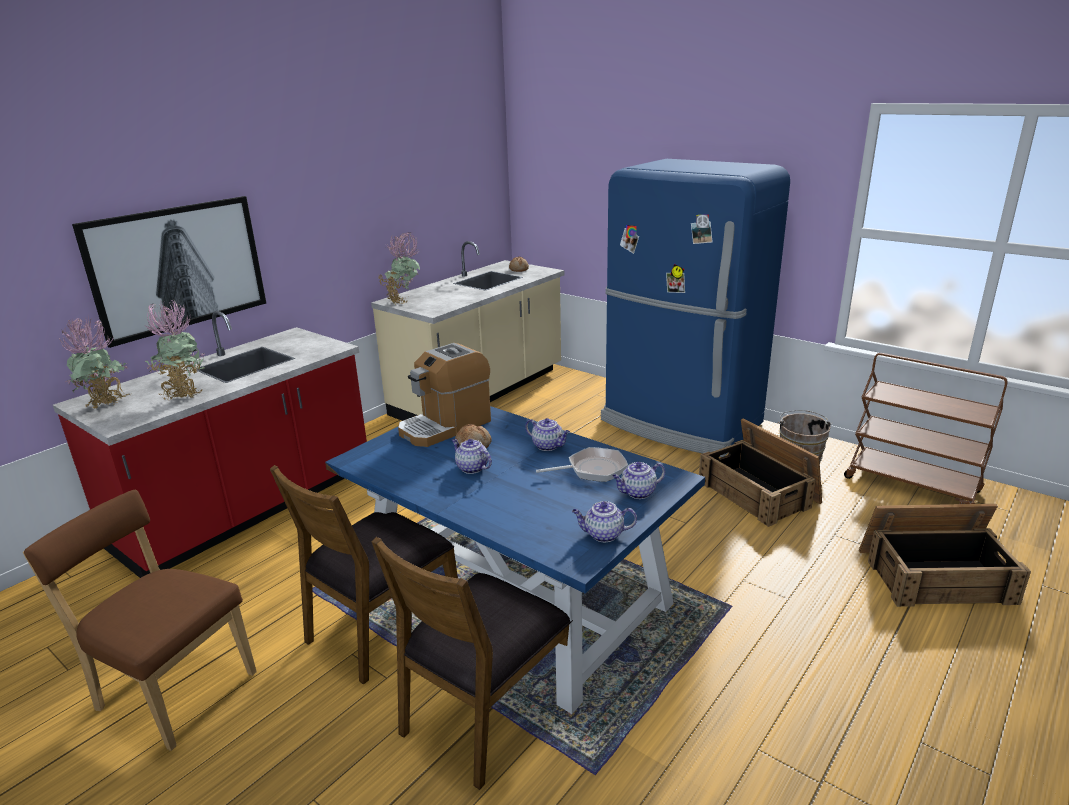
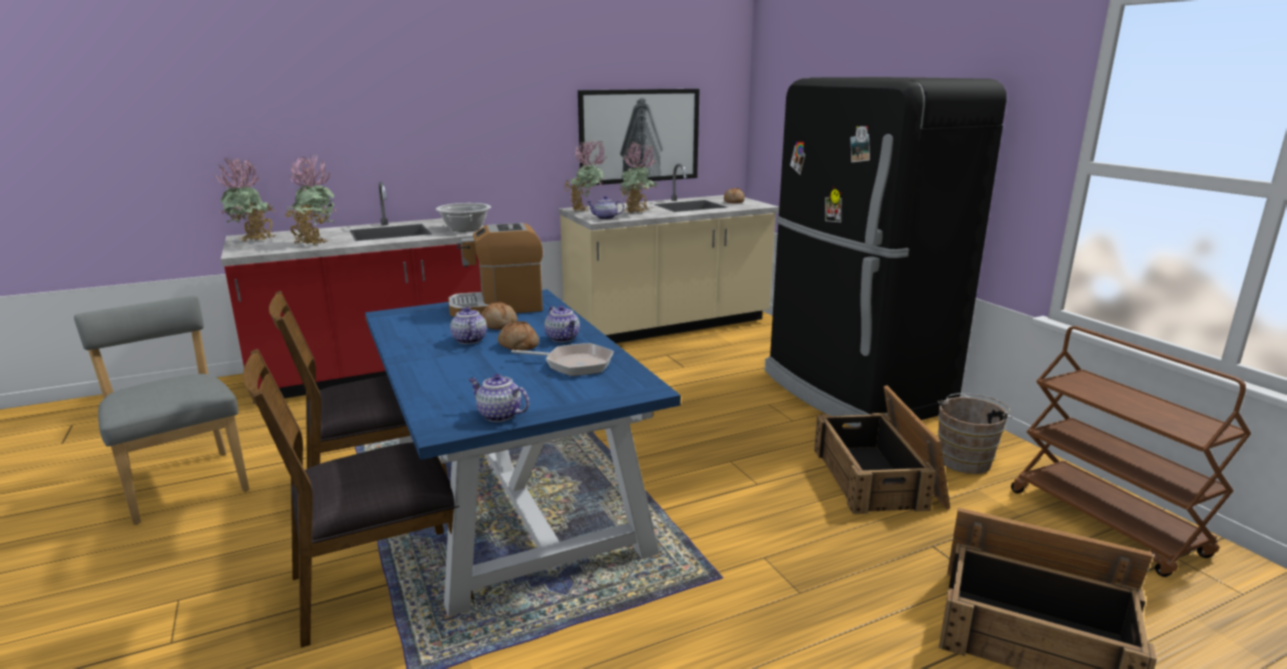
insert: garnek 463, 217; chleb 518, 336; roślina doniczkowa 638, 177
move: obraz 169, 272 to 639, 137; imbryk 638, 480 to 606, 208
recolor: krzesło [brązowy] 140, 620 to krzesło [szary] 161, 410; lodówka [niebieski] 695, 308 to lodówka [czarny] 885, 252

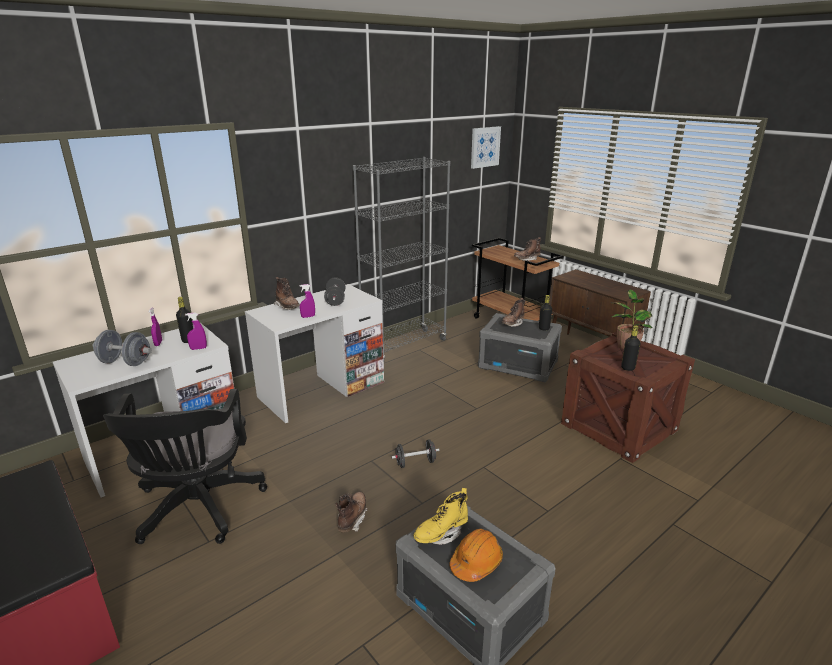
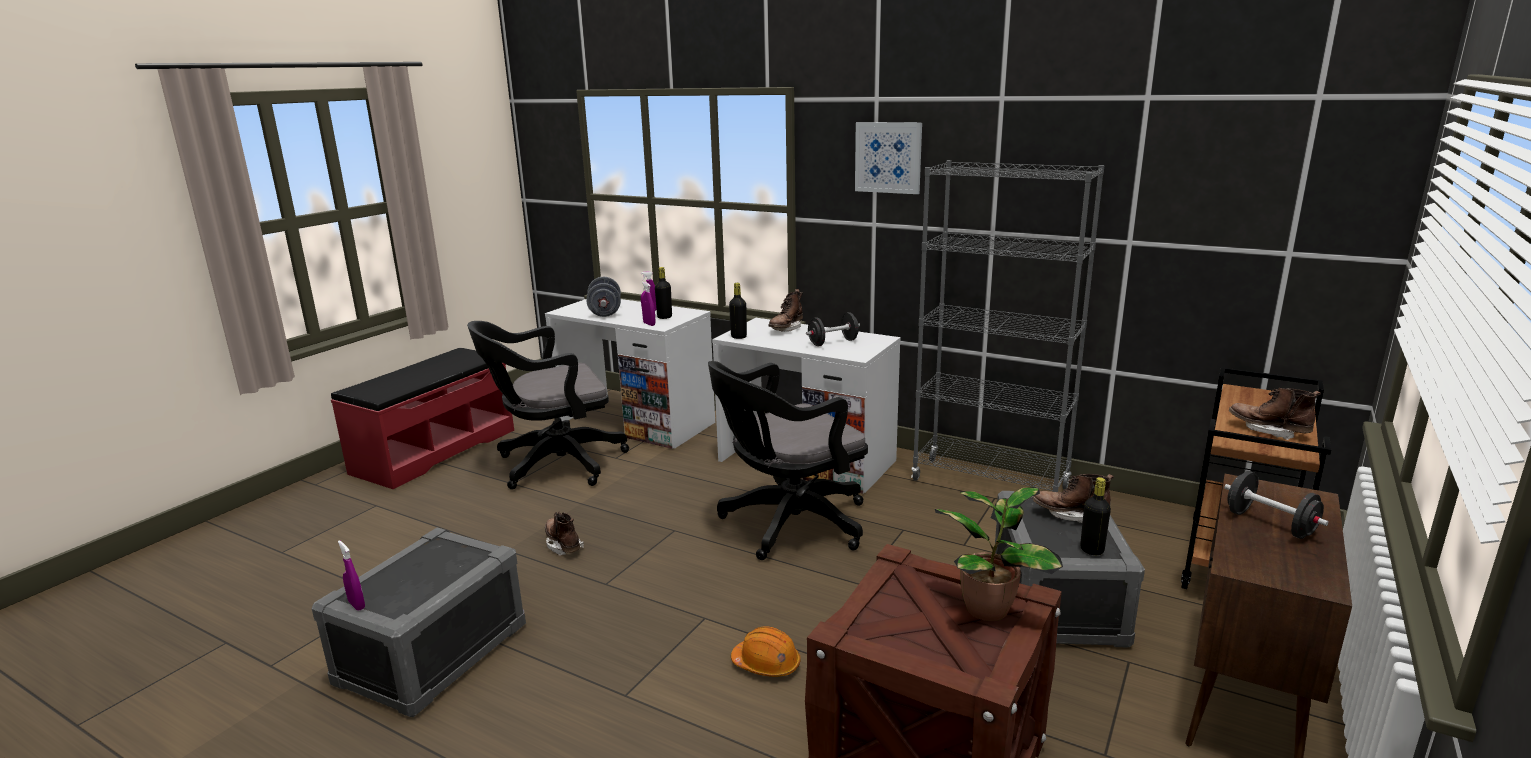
delete: but z cholewką [żółty] 440, 516
insert: krzesło biurowe [czarny] 788, 460
move: spryskiwacz [fioletowy] 307, 301 to 351, 575; hantel [czarny] 415, 453 to 1276, 505; kask [pomarańczowy] 476, 555 to 766, 651; obraz 486, 147 to 888, 158; butelka [czarny] 630, 348 to 738, 311
rotate: but z cholewką [brązowy] 351, 512 = 564, 534 120 degrees counterclockwise

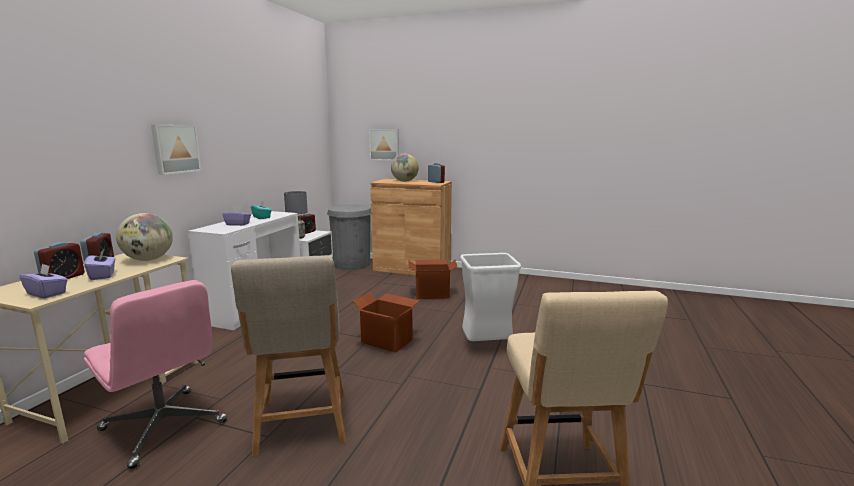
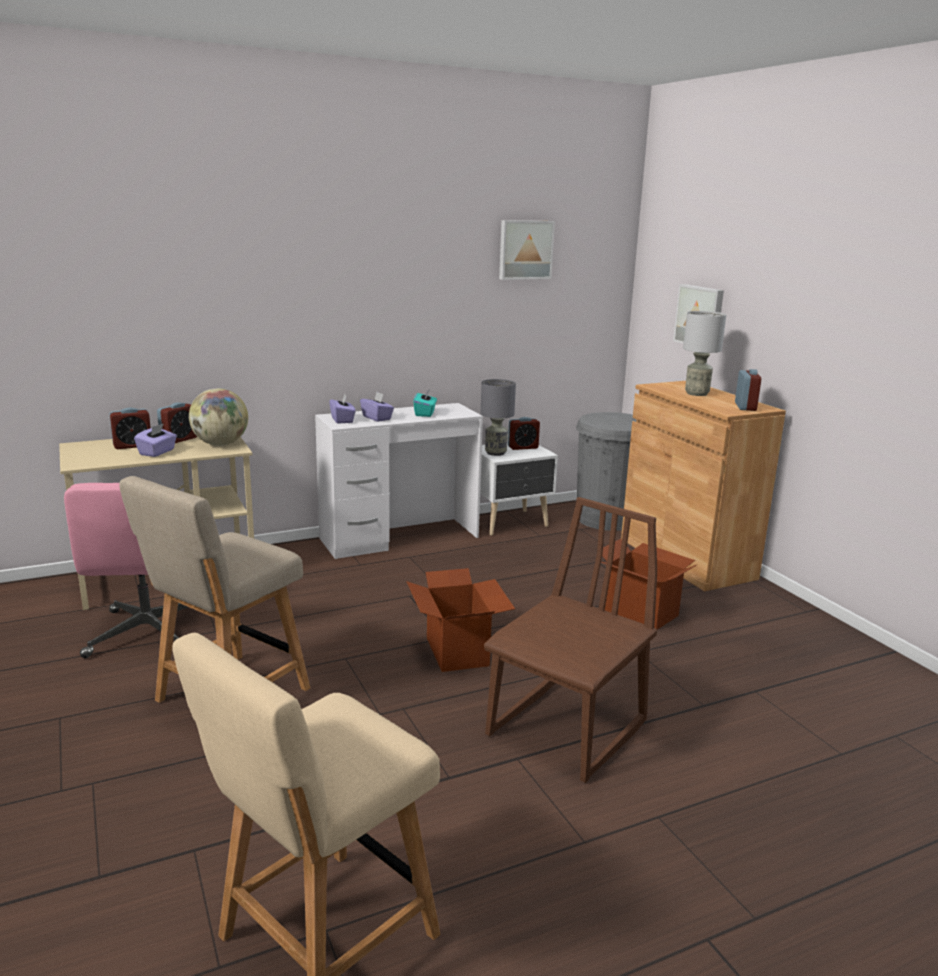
move: pudełko chusteczek [fioletowy] 43, 281 to 342, 409; obraz 176, 150 to 527, 250
replace: globus 405, 168 to lampa stołowa [szary] 704, 353; kosz na śmieci [biały] 490, 297 to krzesło [brązowy] 570, 640

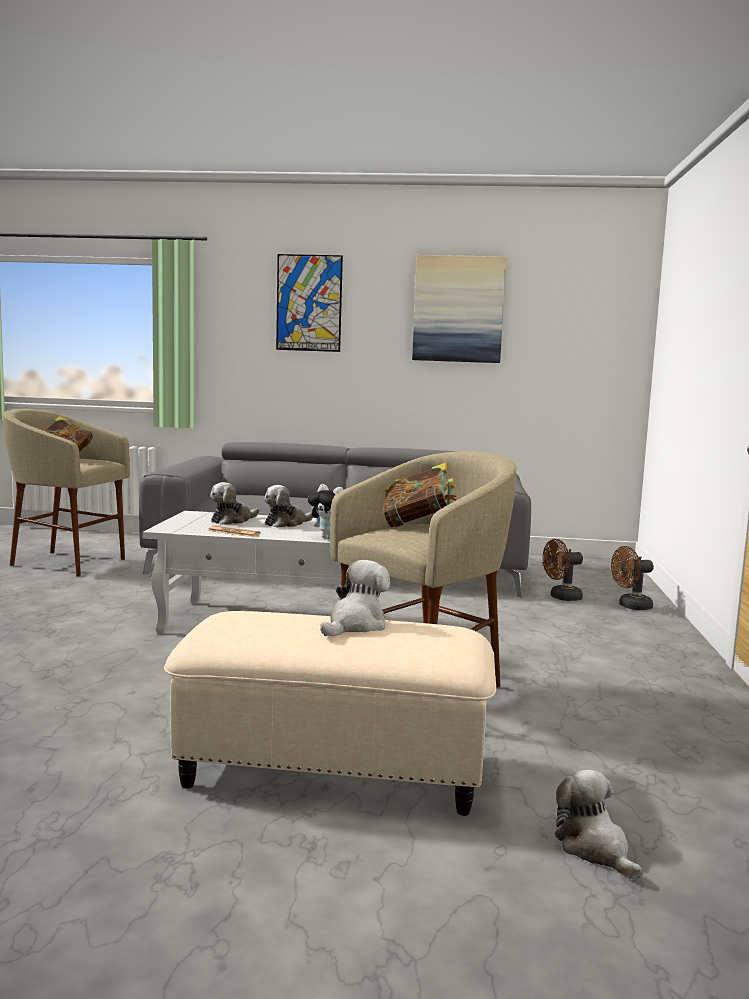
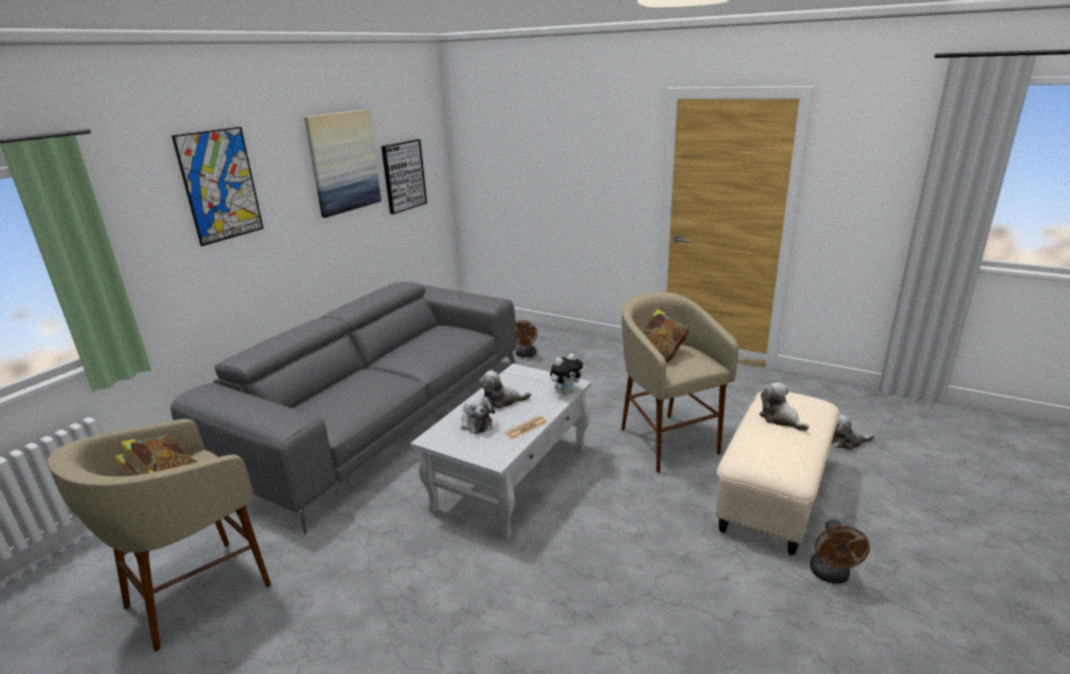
insert: obraz 404, 176
move: wentylator [brązowy] 632, 578 to 840, 551
rotate: pluszak 289, 506 = 505, 389 105 degrees clockwise

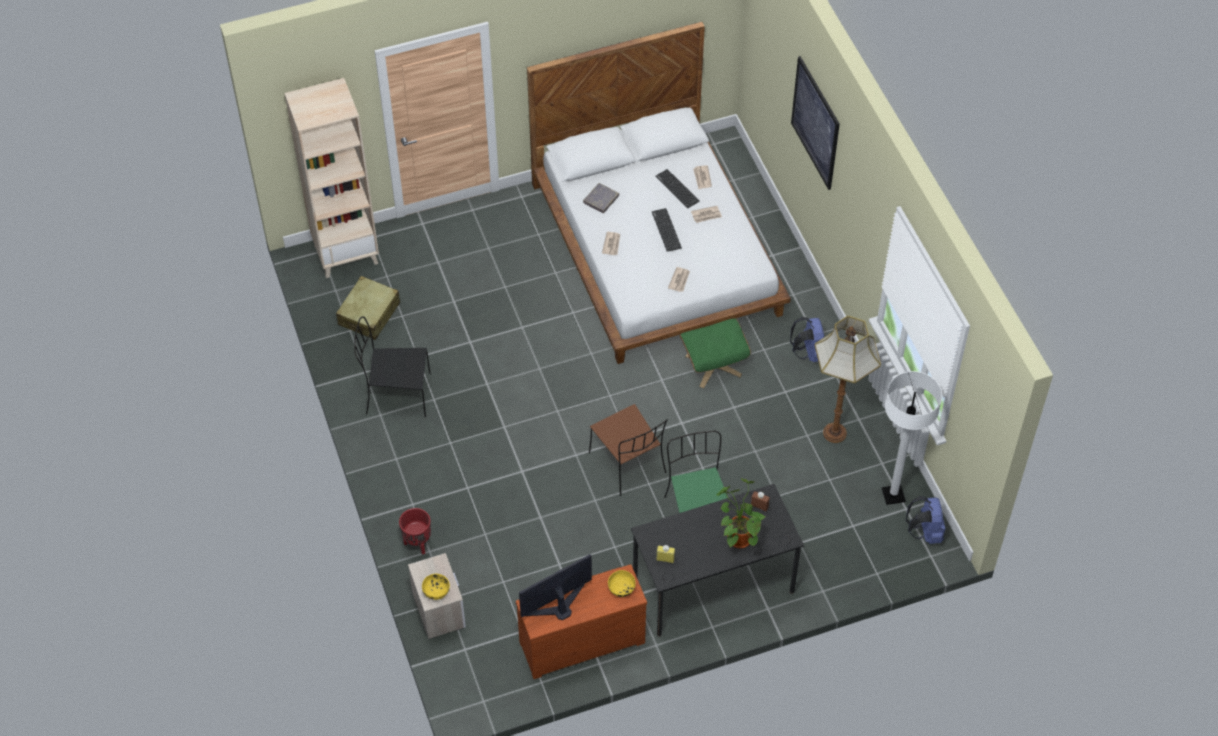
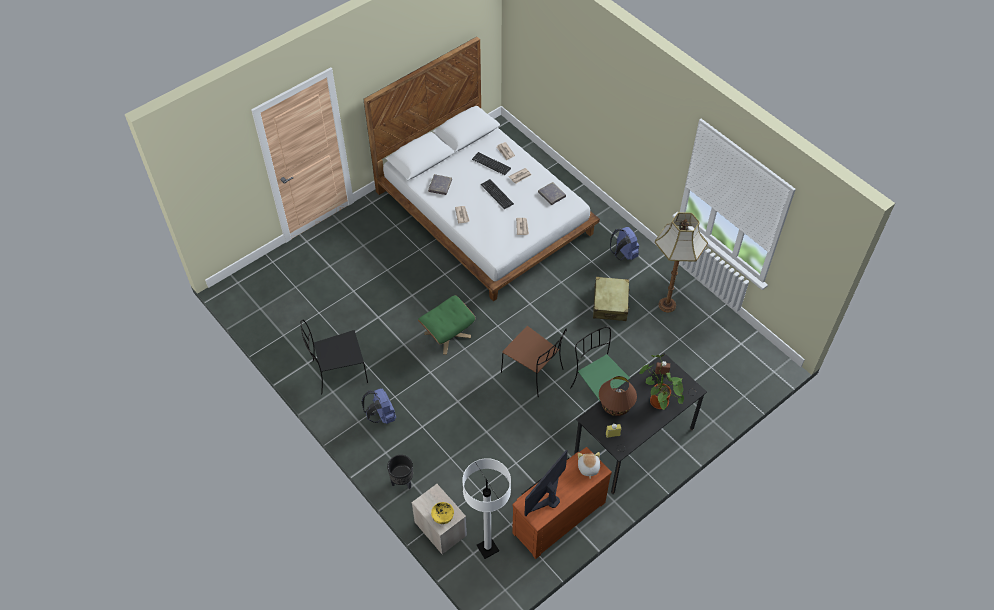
delete: regał [beżowy] 331, 178; obraz 815, 123
insert: książka [szary] 552, 193; lampa stołowa [brązowy] 618, 396
move: walizka [beżowy] 368, 308 to 611, 299; pufa [zielony] 715, 353 to 446, 325; lampa stojąca [biały] 912, 438 to 486, 508; plecak [niebieski] 925, 520 to 379, 406
replace: miska [żółty] 622, 583 to pluszak 589, 465
recolor: donica [czerwony] 415, 531 to donica [czarny] 400, 472

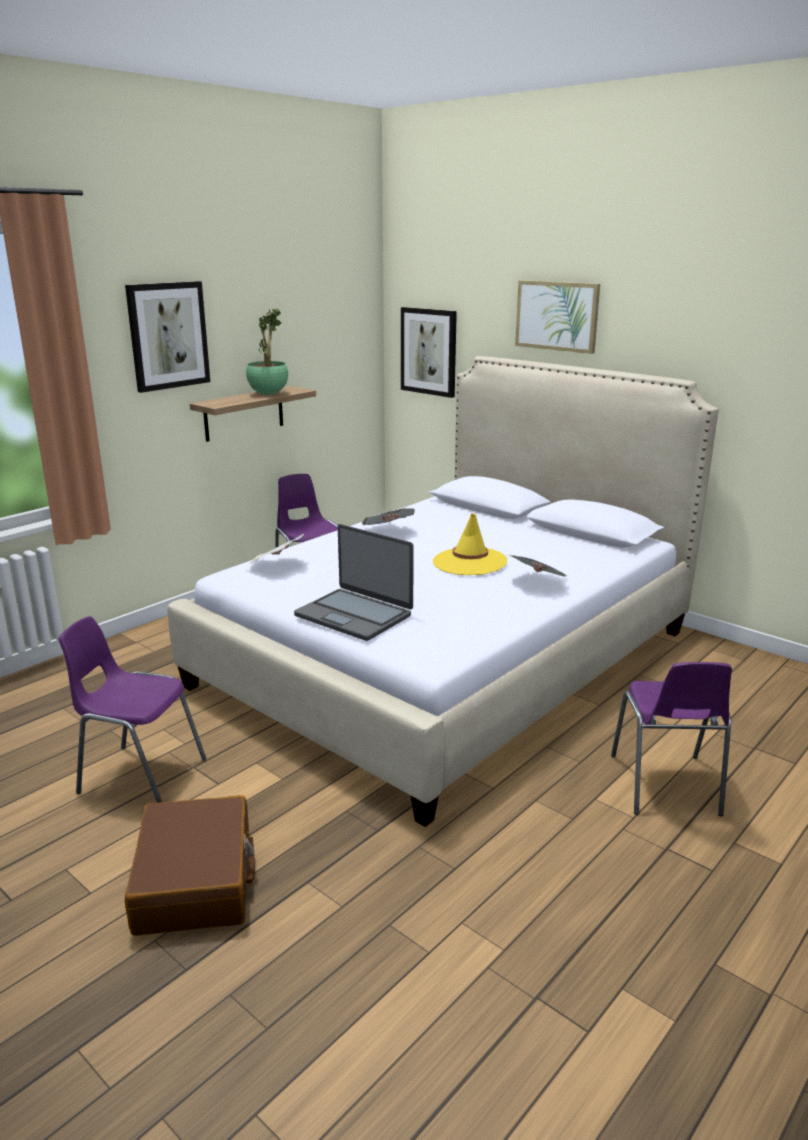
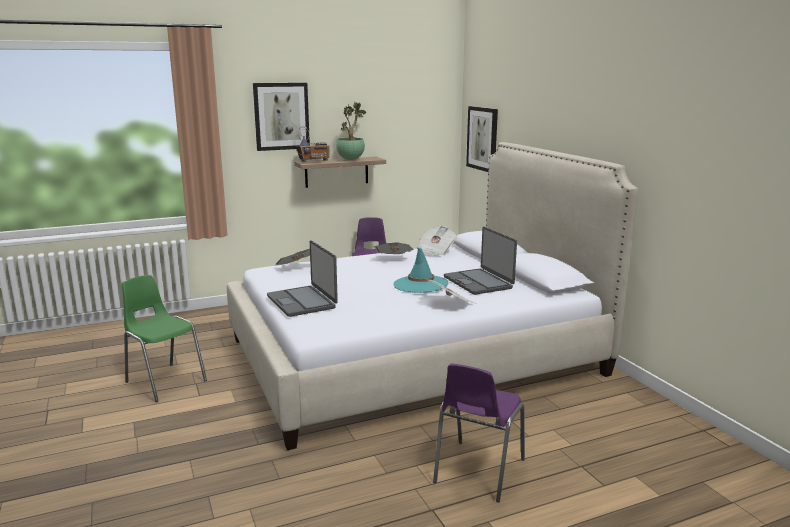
delete: walizka [brązowy] 190, 865; obraz 557, 317
insert: radio 313, 144; gazeta 437, 241; laptop 480, 261
recolor: krzesło [fioletowy] 132, 709 to krzesło [zielony] 164, 338; kapelusz [żółty] 470, 544 to kapelusz [turkusowy] 421, 270

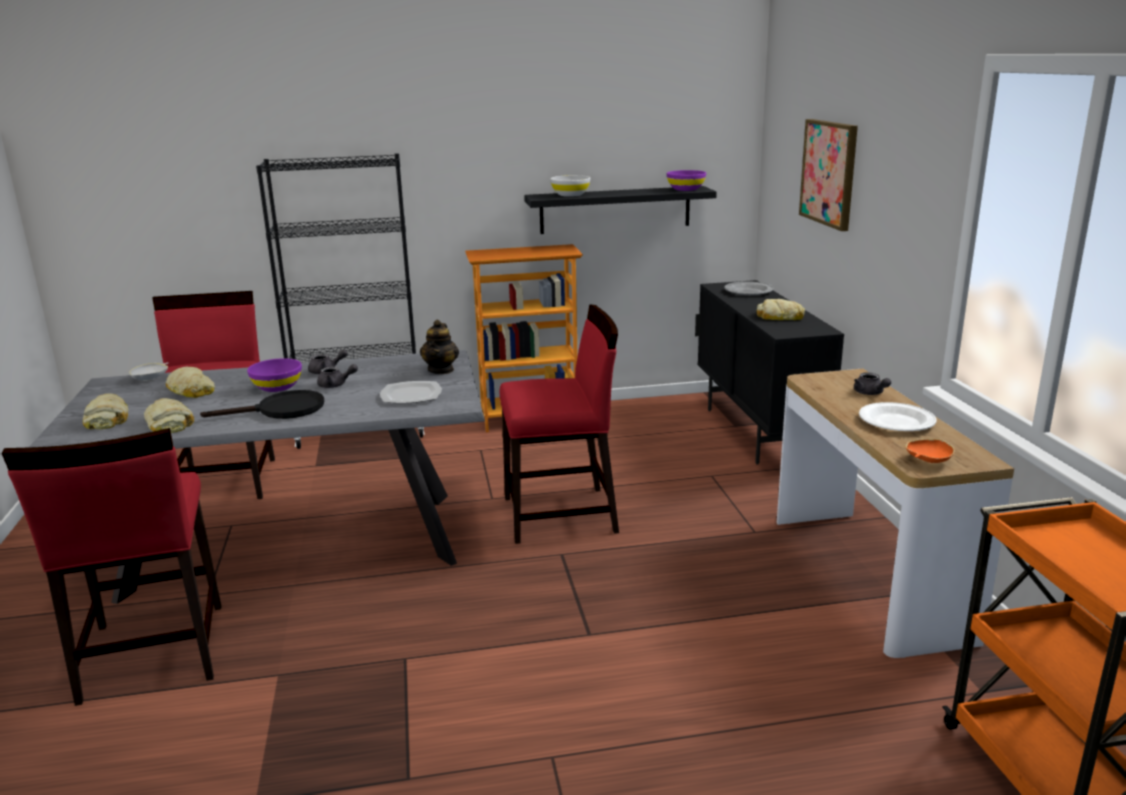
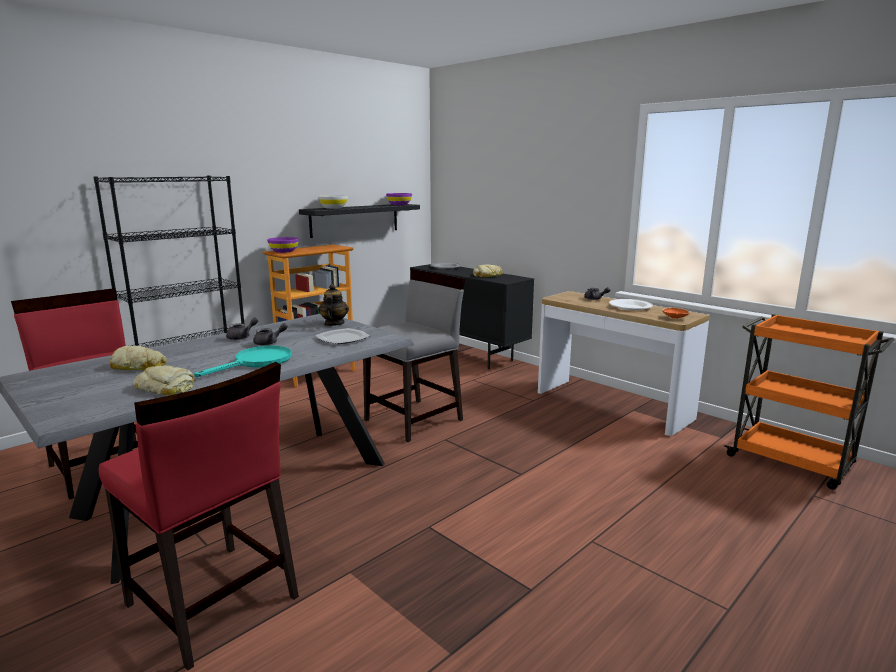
delete: chleb 105, 411; miska [biały] 148, 372; obraz 828, 175
move: miska [fioletowy] 274, 375 to 283, 245
recolor: patelnia [czarny] 262, 404 to patelnia [turkusowy] 243, 361; krzesło [czerwony] 559, 424 to krzesło [szary] 414, 355
rotate: imbryk 439, 347 = 333, 305 150 degrees counterclockwise

